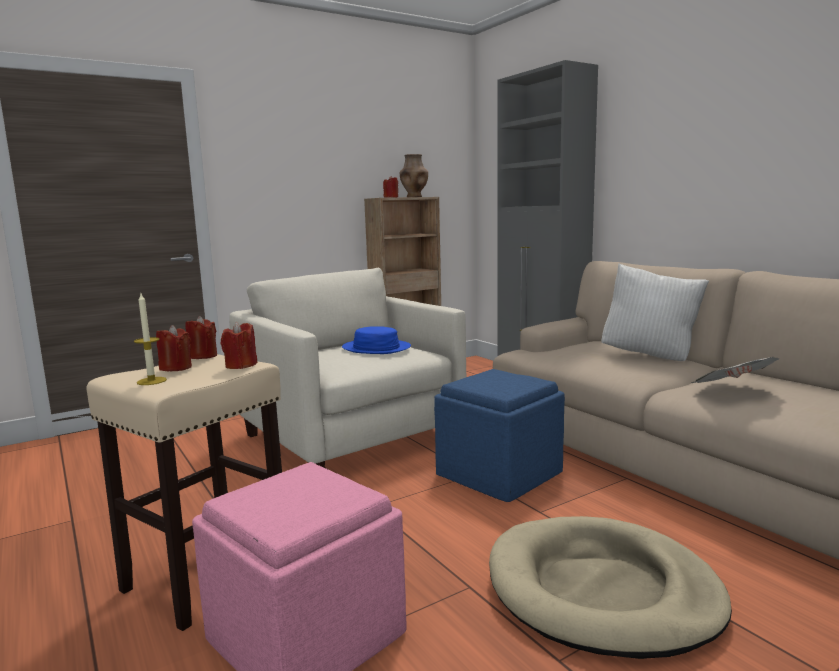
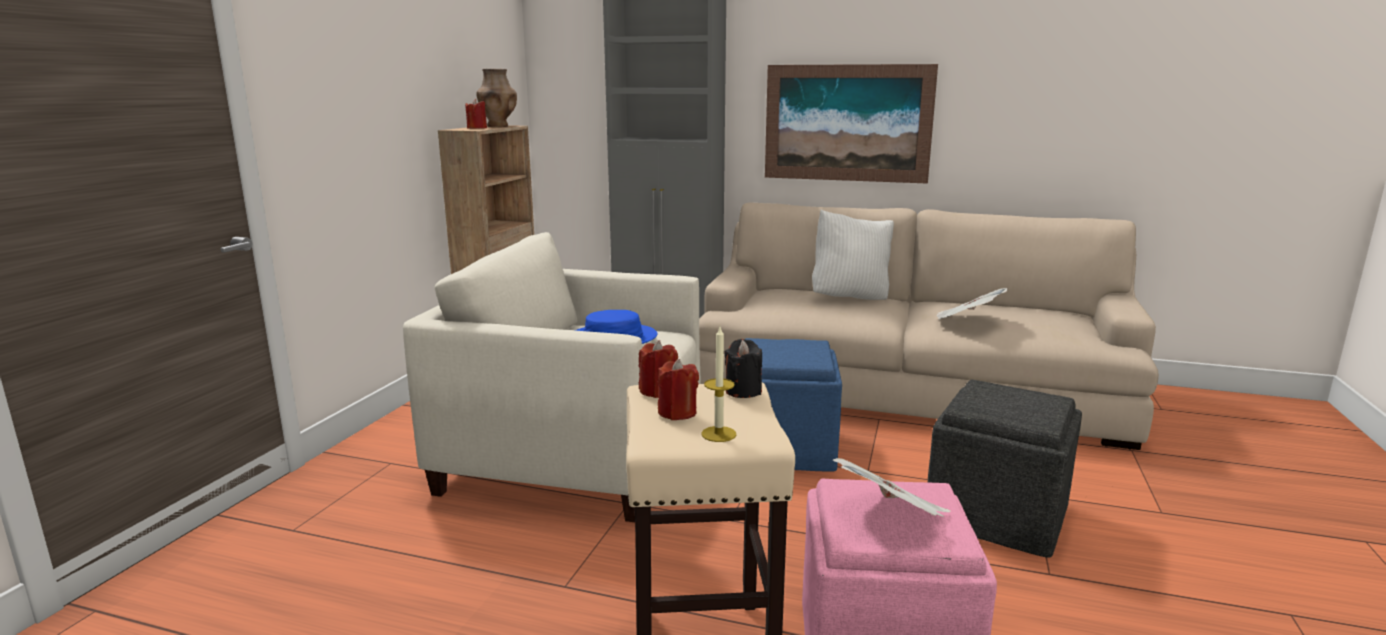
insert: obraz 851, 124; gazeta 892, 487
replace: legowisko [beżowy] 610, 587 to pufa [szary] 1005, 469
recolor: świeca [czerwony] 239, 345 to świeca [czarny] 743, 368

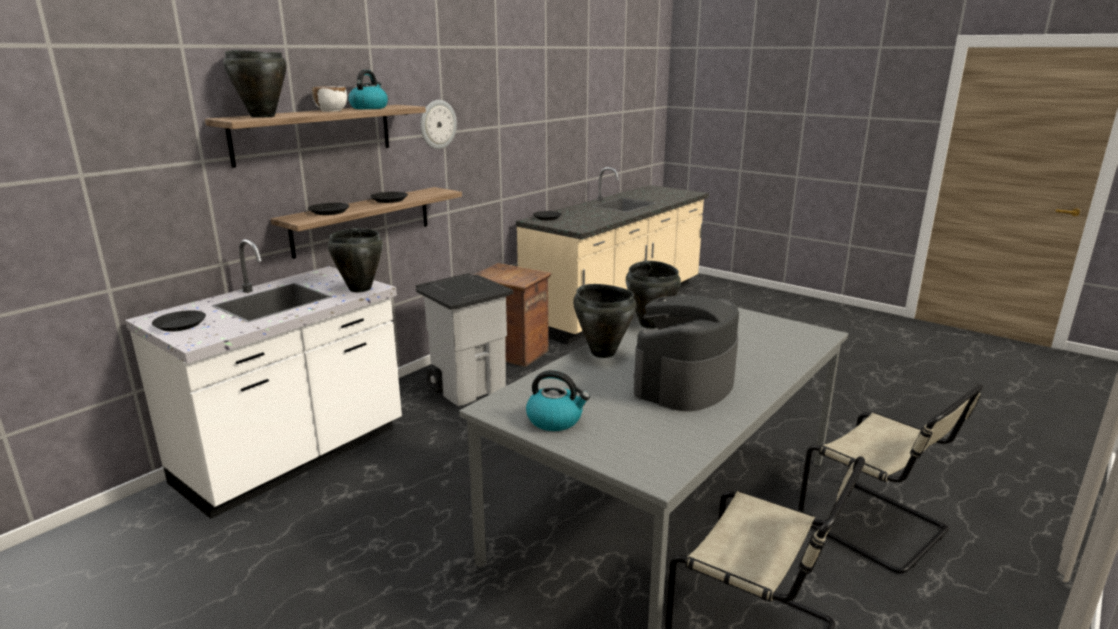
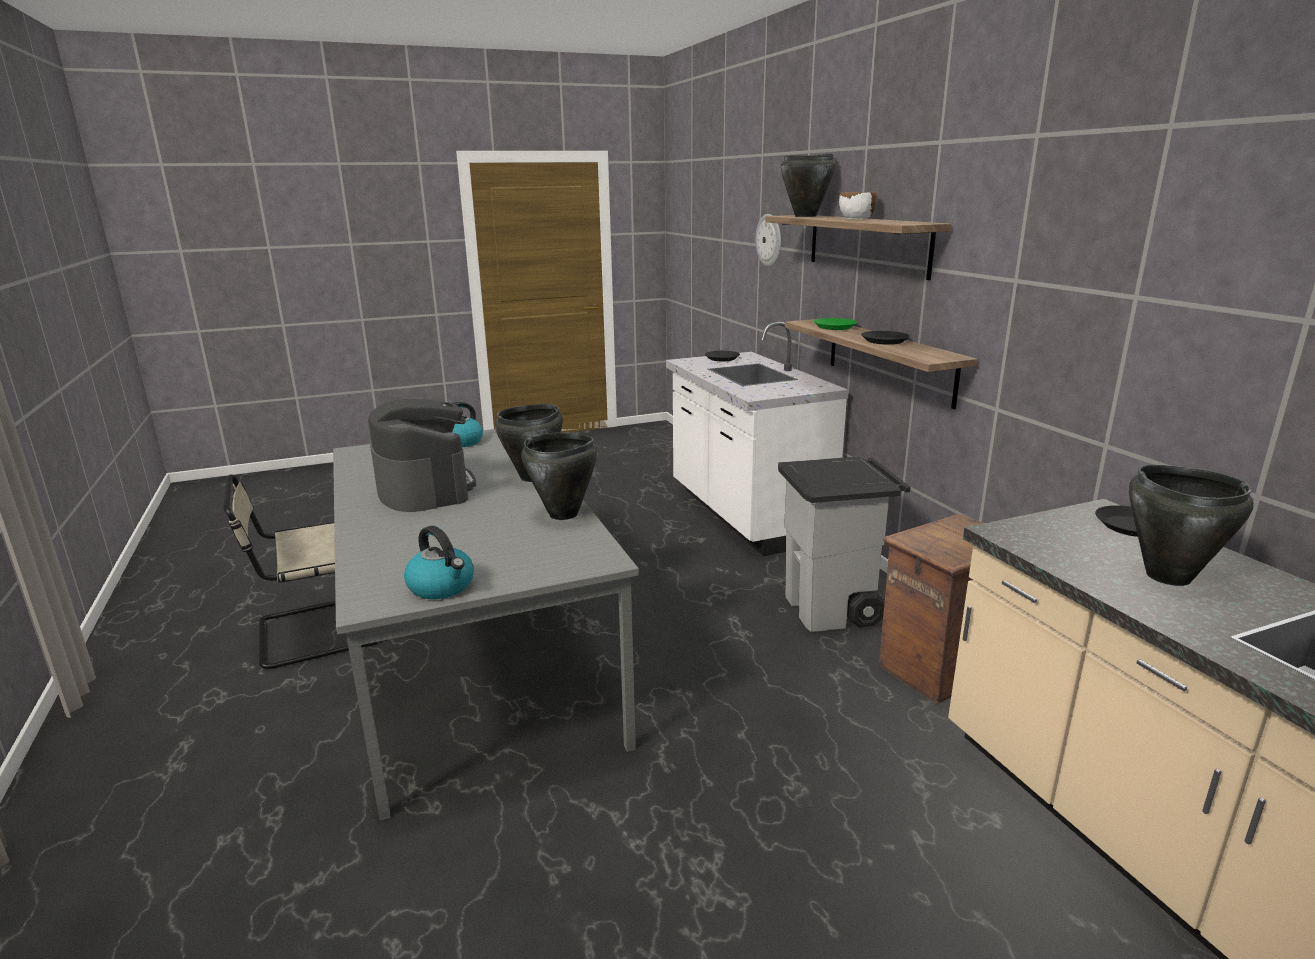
delete: krzesło [beżowy] 890, 478
move: garnek [czarny] 355, 260 to 1191, 525; czajnik 368, 89 to 439, 562; zegar ścienny 438, 124 to 768, 240
recolor: talerz [czarny] 328, 209 to talerz [zielony] 835, 324

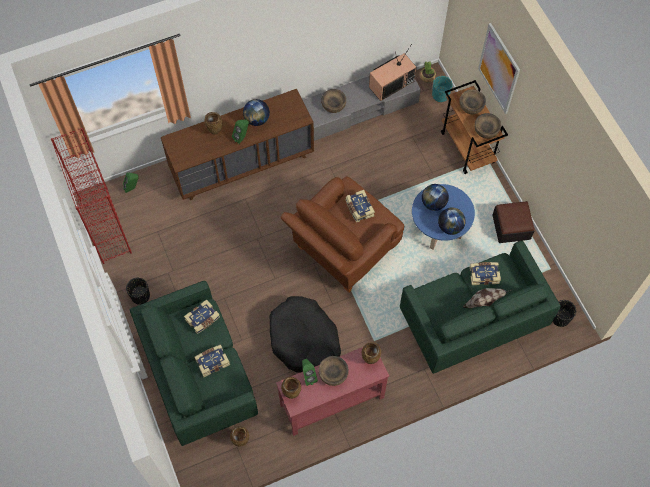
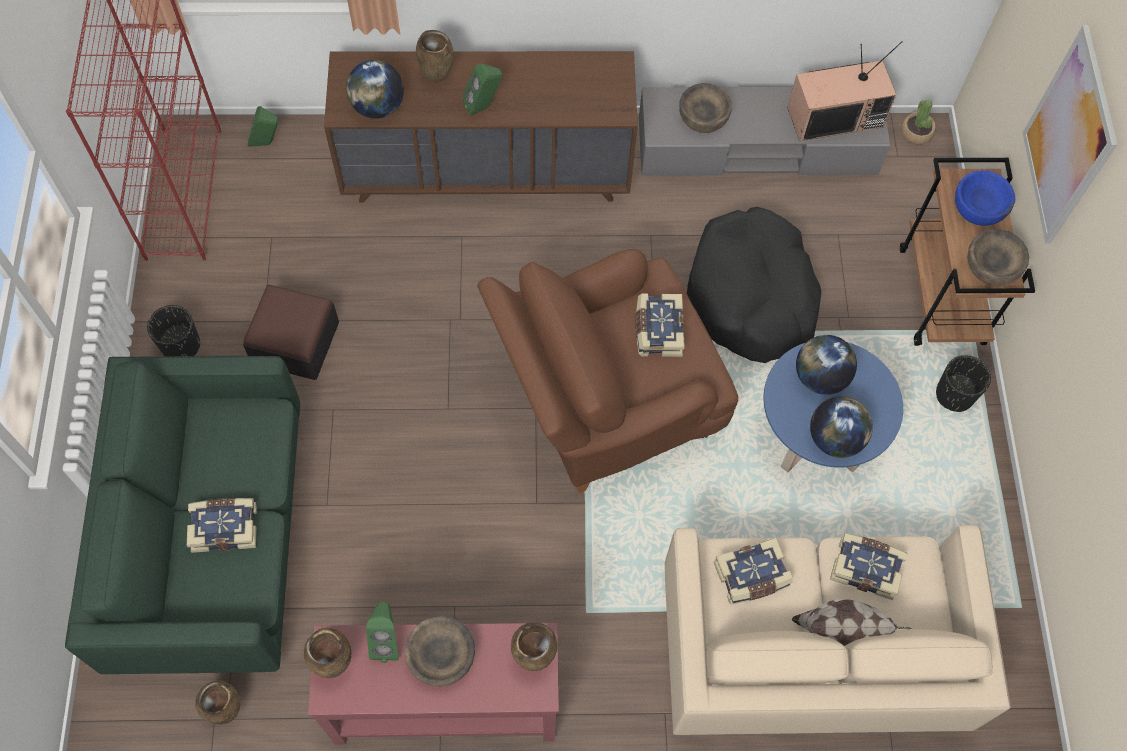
delete: donica [turkusowy] 442, 89
move: książka 202, 316 to 753, 571; globus 256, 112 to 375, 89; legowisko [czarny] 305, 334 to 754, 285; pufa 513, 222 to 291, 332; donica [czarny] 564, 313 to 963, 383
recolor: kanapa [zielony] 480, 307 to kanapa [beżowy] 838, 630; miska [brązowy] 473, 101 to miska [niebieski] 985, 198

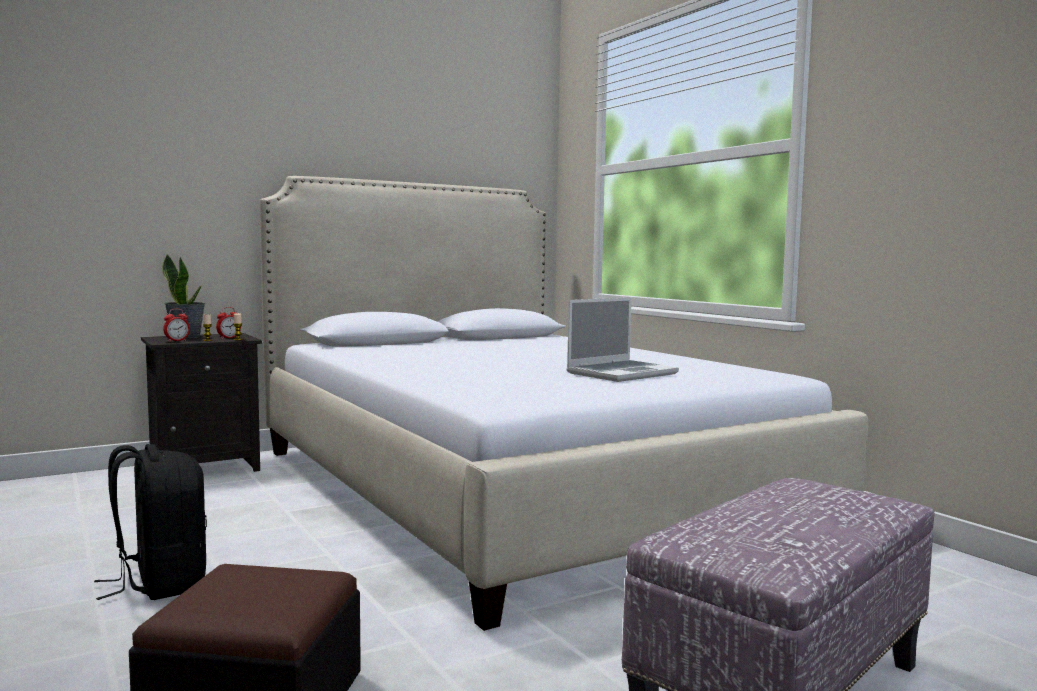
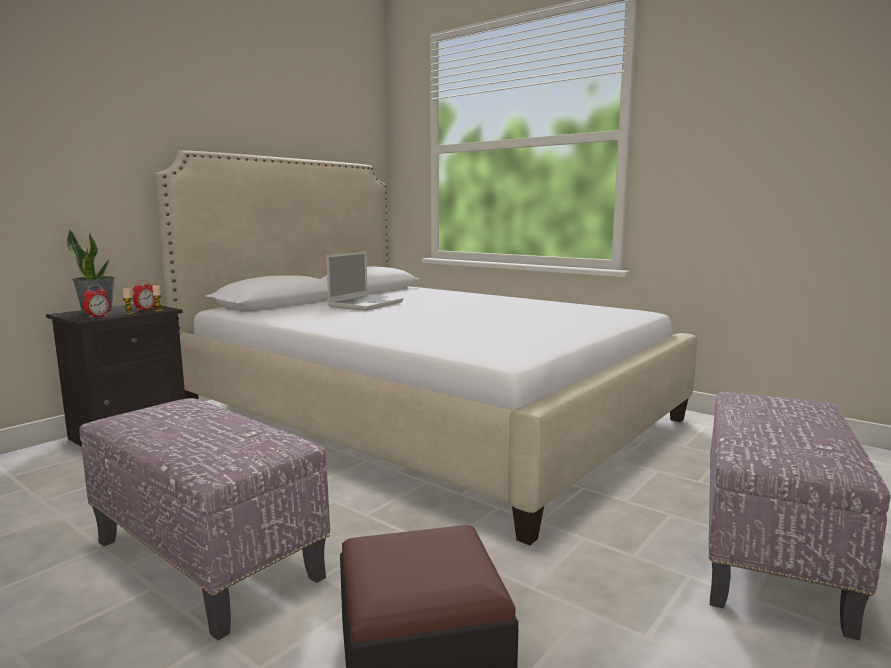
move: laptop 623, 340 to 364, 281
replace: plecak [czarny] 150, 522 to pufa 204, 519

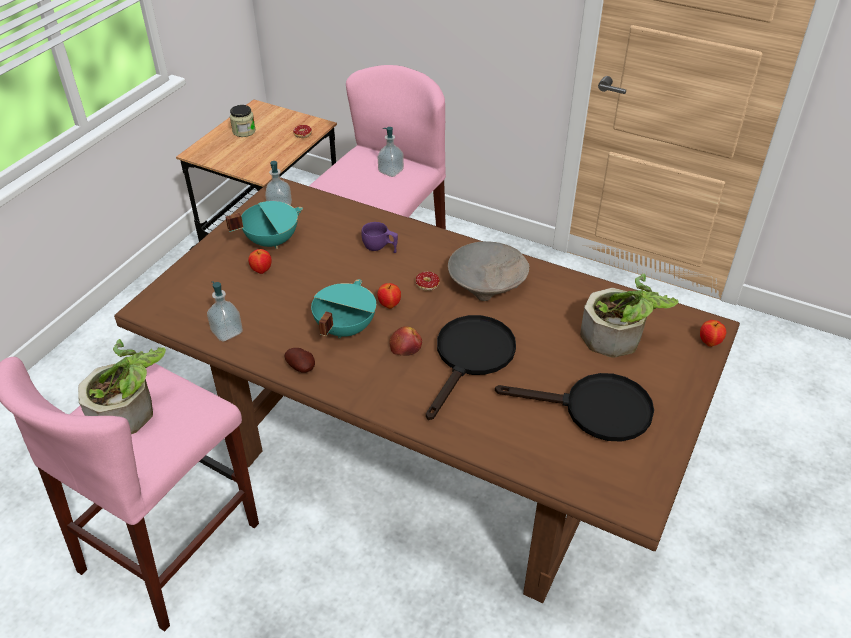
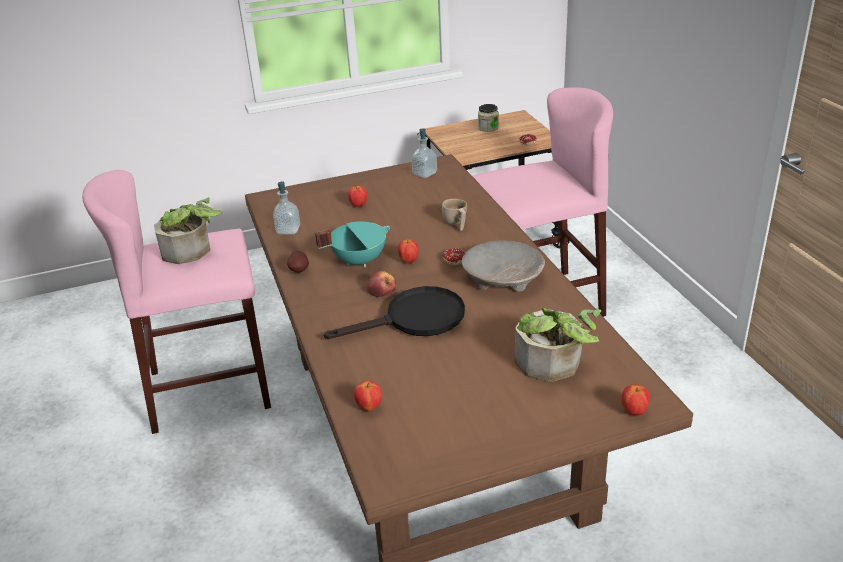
delete: garnek [turkusowy] 264, 225; dozownik mydła 391, 152; patelnia [czarny] 574, 407
insert: jabłko 368, 396
recolor: filiżanka [fioletowy] 379, 237 to filiżanka [beżowy] 454, 215

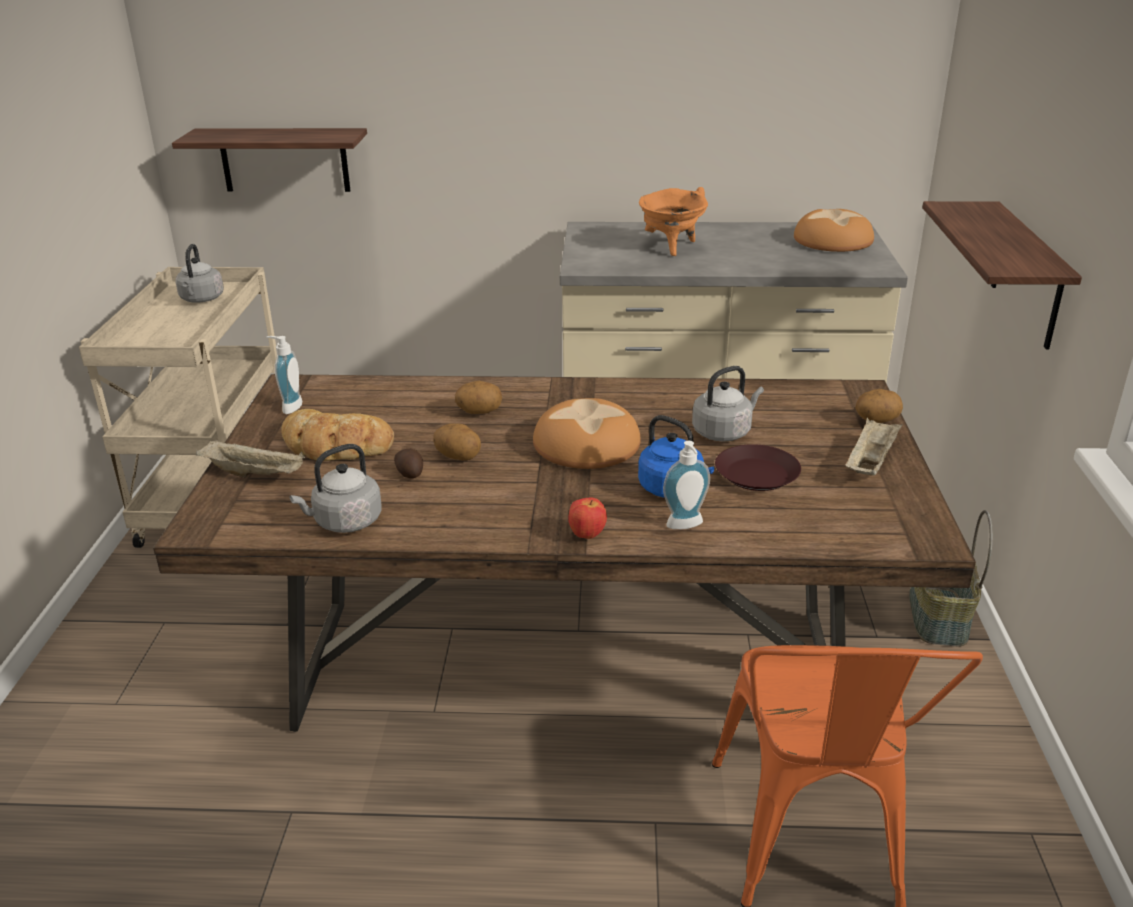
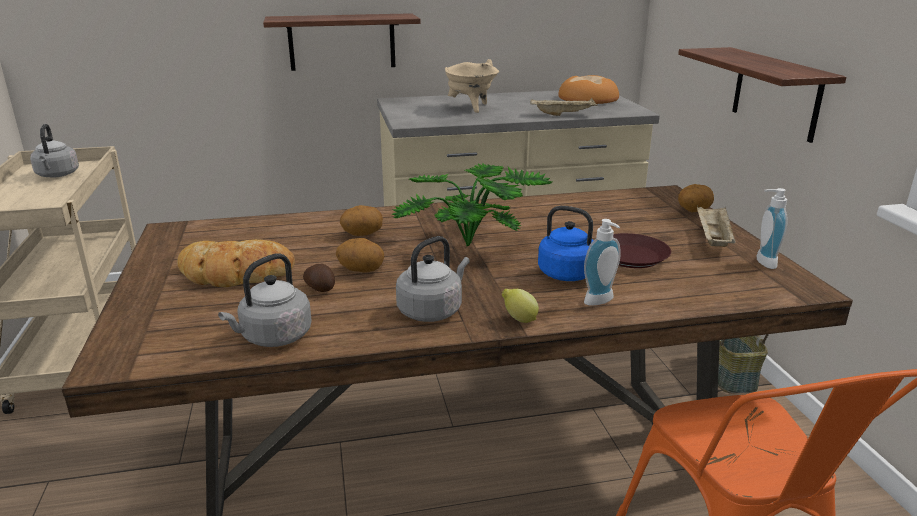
move: półka 269, 160 to 341, 42; taca [beżowy] 250, 458 to 564, 107; dozownik mydła 284, 375 to 772, 228; czajnik [szary] 728, 403 to 433, 279
replace: chleb 587, 433 to roślina doniczkowa 471, 204; jabłko 587, 518 to cytryna 520, 306
recolor: garnek [pomarańczowy] 673, 221 to garnek [beżowy] 472, 86

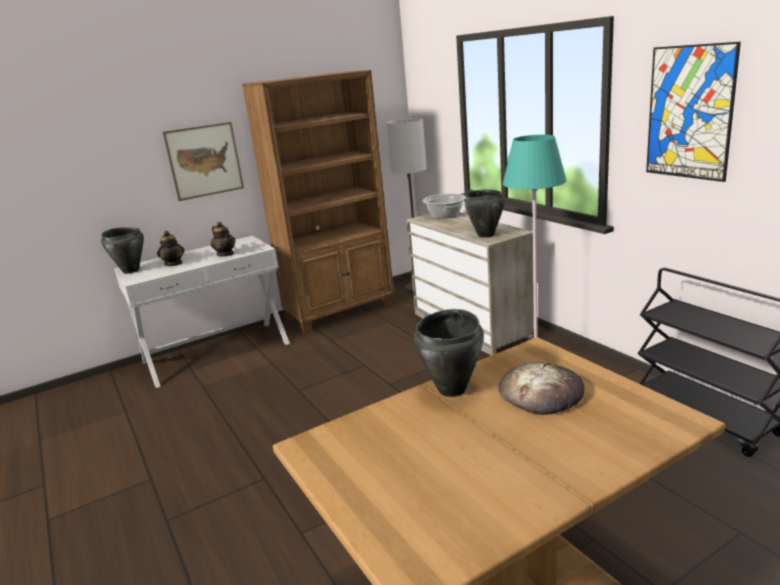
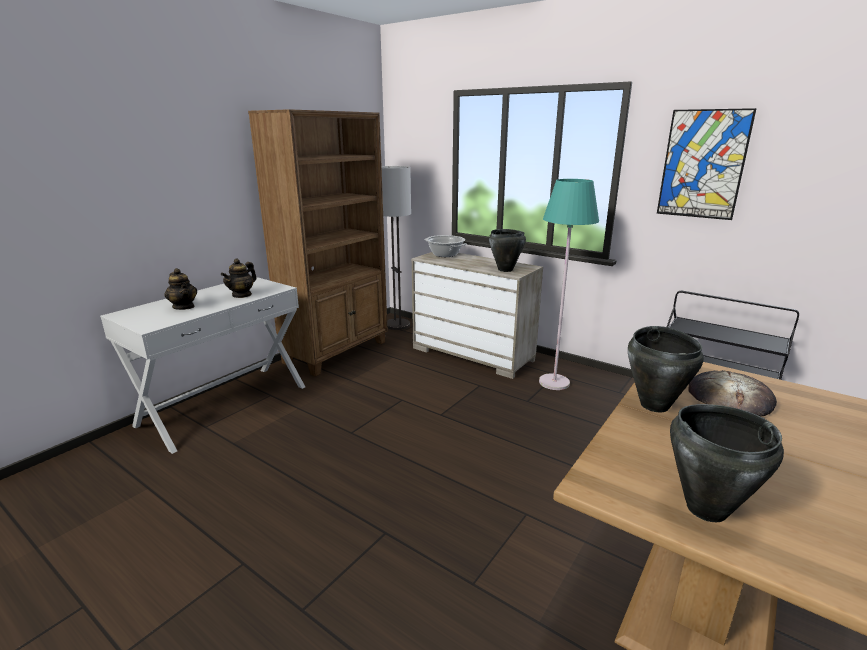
delete: obraz 203, 161
move: garnek [czarny] 122, 250 to 727, 463
rotate: imbryk 223, 239 = 239, 278 90 degrees clockwise

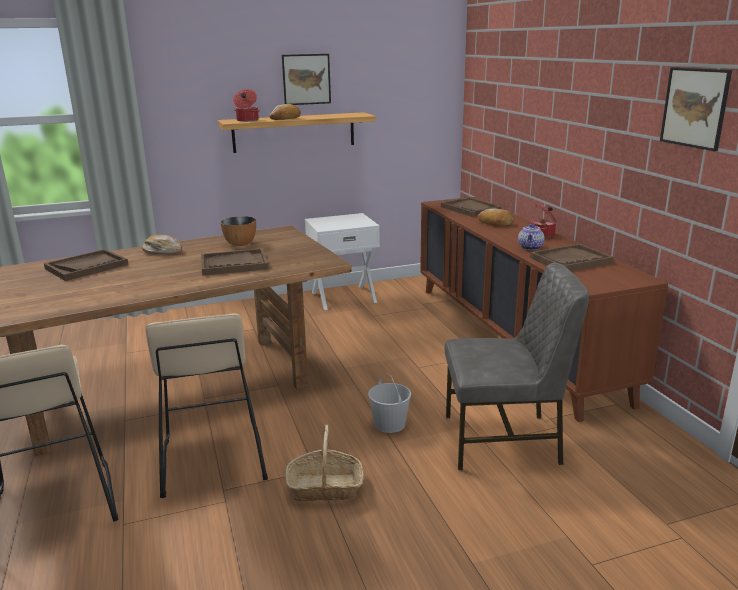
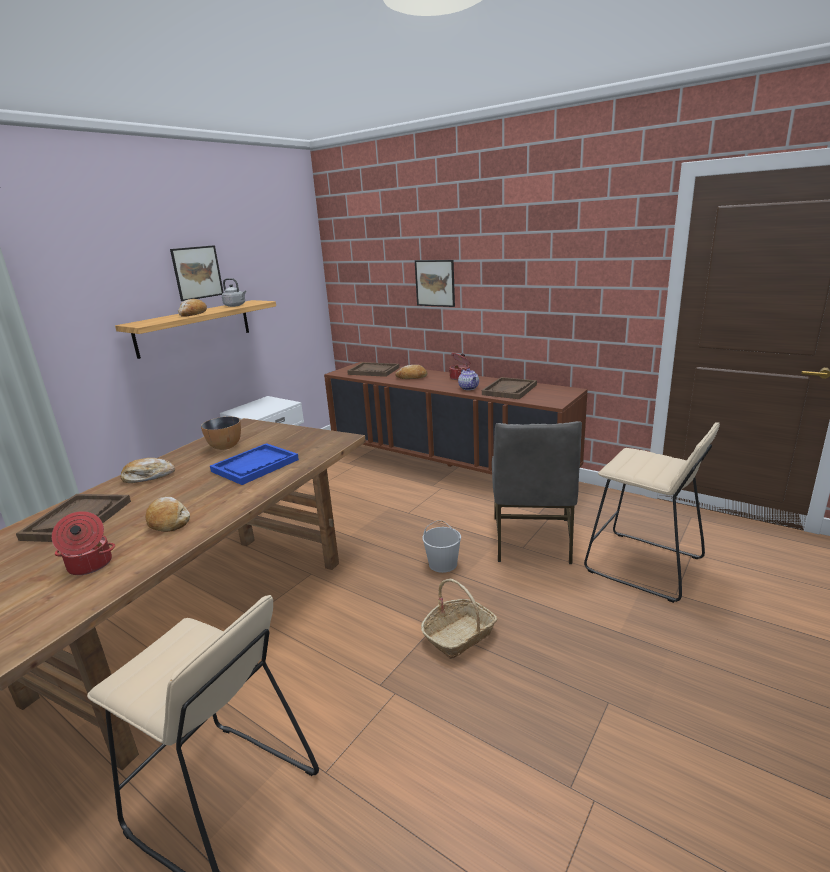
insert: chleb 168, 514; czajnik [szary] 234, 292
move: stołek [beżowy] 207, 405 to 652, 512; garnek 246, 105 to 83, 543; obraz 696, 109 to 435, 283
recolor: taca [brązowy] 235, 262 to taca [niebieski] 254, 464
rotate: krzesło [szary] 517, 366 = 537, 492 135 degrees clockwise

